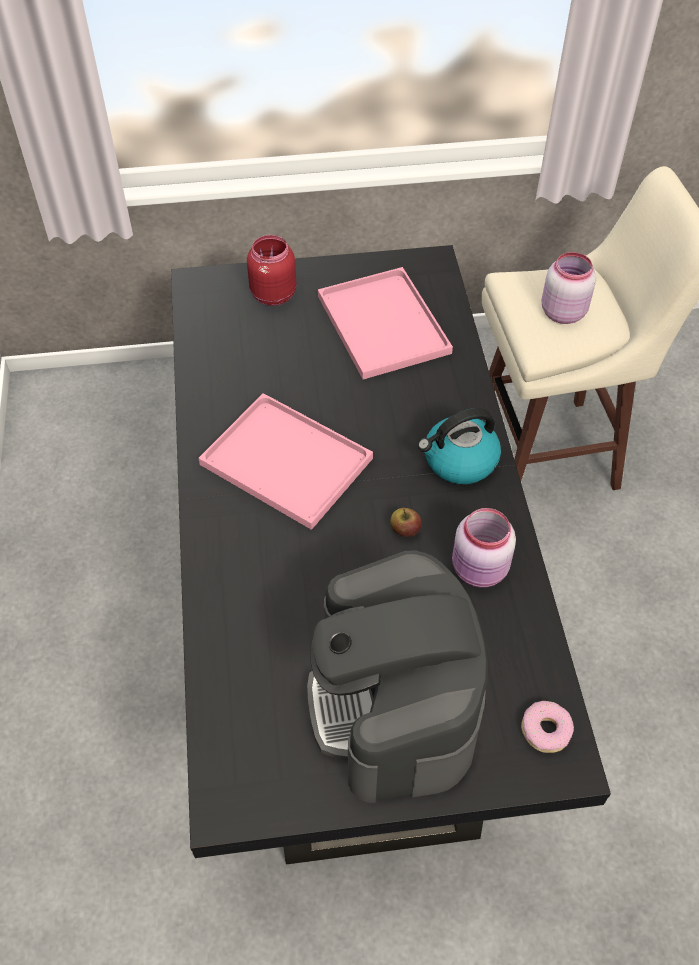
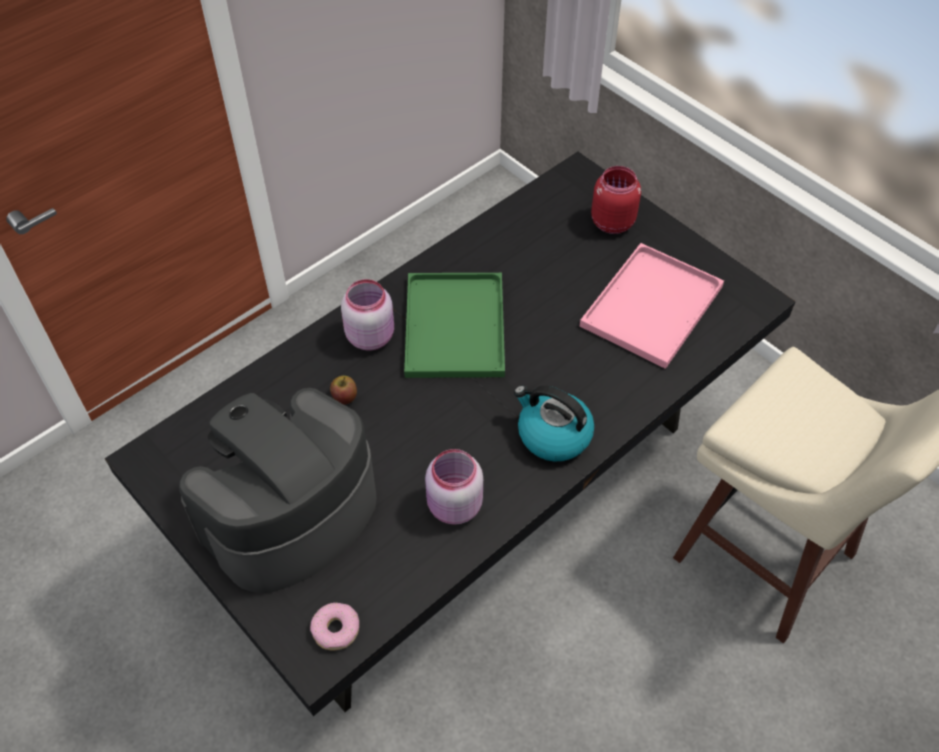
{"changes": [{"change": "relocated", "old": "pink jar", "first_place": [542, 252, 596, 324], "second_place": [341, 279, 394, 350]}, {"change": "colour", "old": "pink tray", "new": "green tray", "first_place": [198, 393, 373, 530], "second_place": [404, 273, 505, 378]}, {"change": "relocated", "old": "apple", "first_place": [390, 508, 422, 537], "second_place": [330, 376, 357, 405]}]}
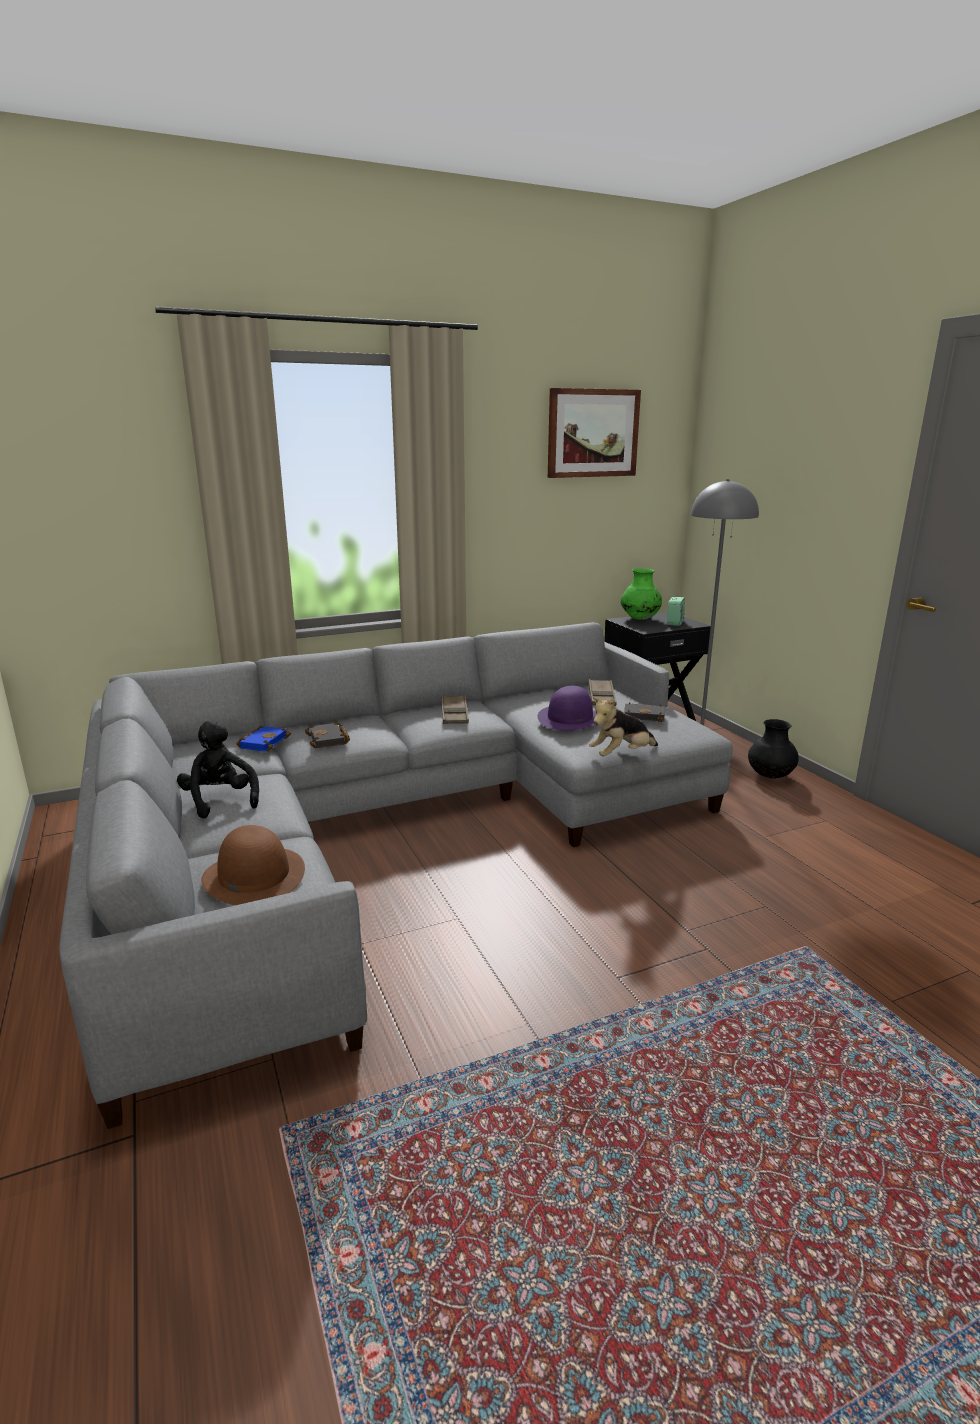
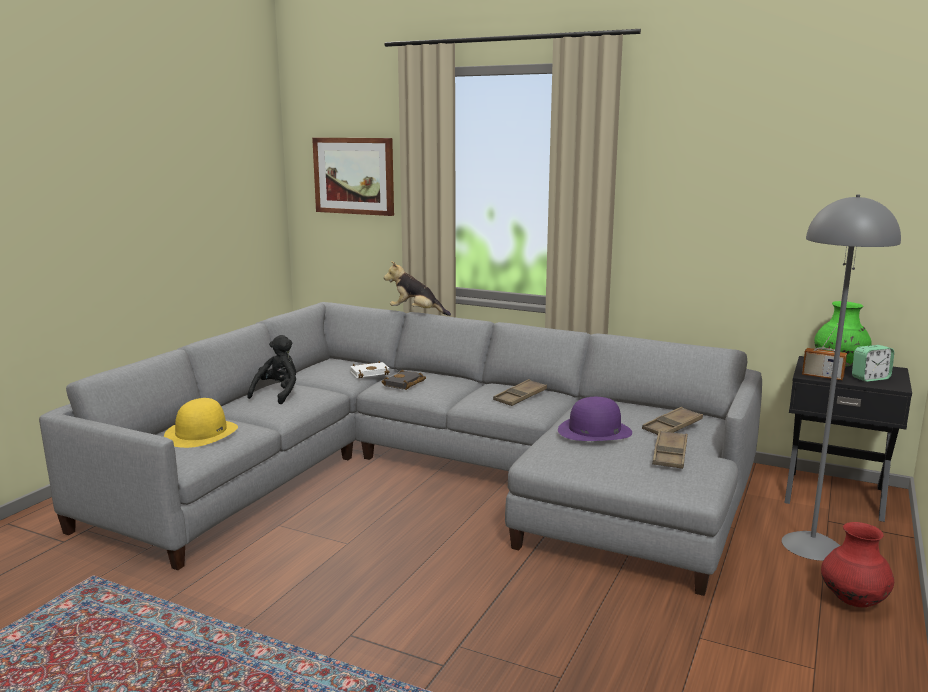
{"changes": [{"change": "relocated", "old": "picture", "first_place": [548, 388, 641, 478], "second_place": [312, 138, 394, 216]}, {"change": "relocated", "old": "plush toy", "first_place": [589, 697, 658, 756], "second_place": [384, 261, 451, 316]}, {"change": "exchanged", "old": "black book", "new": "brown tray", "first_place": [624, 702, 665, 722], "second_place": [652, 430, 688, 469]}, {"change": "colour", "old": "black vase", "new": "red vase", "first_place": [748, 719, 799, 779], "second_place": [821, 522, 894, 608]}, {"change": "colour", "old": "blue book", "new": "white book", "first_place": [236, 725, 291, 752], "second_place": [350, 361, 390, 378]}, {"change": "colour", "old": "brown hat", "new": "yellow hat", "first_place": [201, 825, 305, 905], "second_place": [164, 398, 238, 448]}, {"change": "appeared", "new": "radio", "second_place": [802, 323, 847, 380]}]}
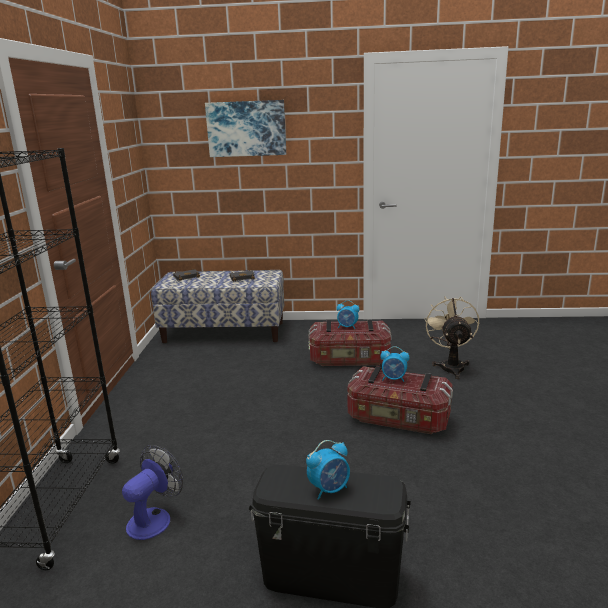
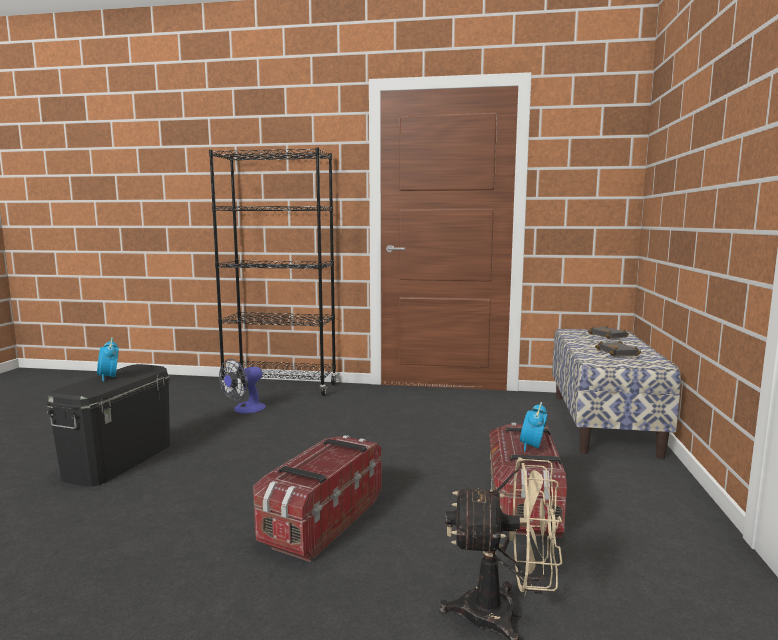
{"changes": [{"change": "missing", "old": "picture", "first_place": [205, 100, 286, 157]}, {"change": "missing", "old": "alarm clock", "first_place": [380, 346, 410, 382]}, {"change": "spun", "old": "fan", "first_place": [122, 445, 183, 540], "second_place": [219, 359, 266, 414], "degrees": 90}]}
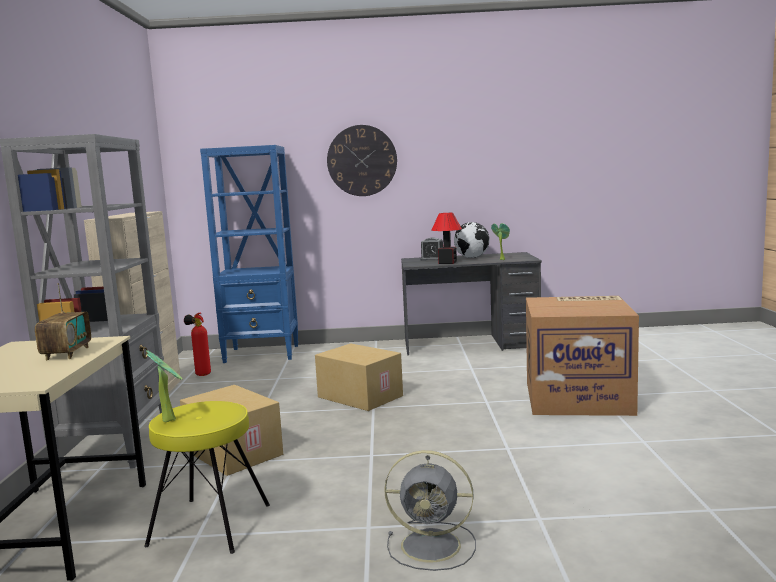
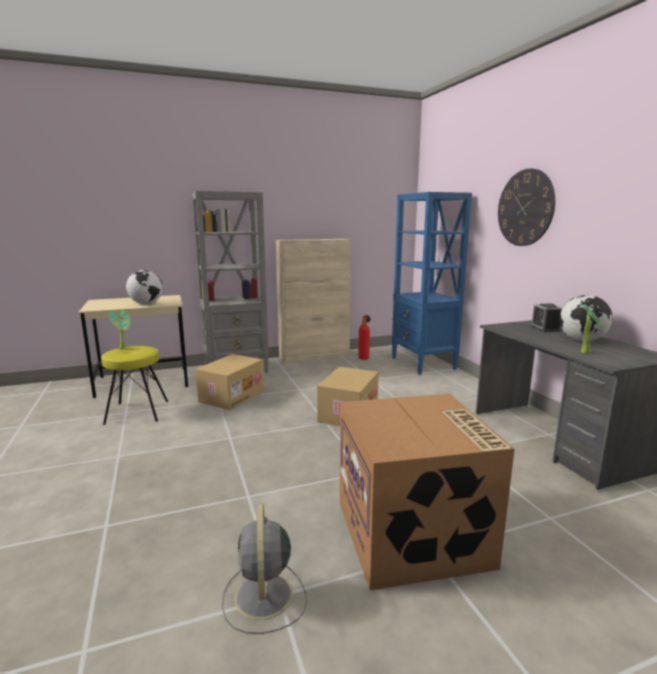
{"changes": [{"change": "missing", "old": "table lamp", "first_place": [431, 213, 462, 264]}, {"change": "exchanged", "old": "radio", "new": "globe", "first_place": [35, 283, 91, 361], "second_place": [126, 270, 163, 304]}, {"change": "relocated", "old": "grey fan", "first_place": [384, 450, 476, 571], "second_place": [222, 504, 307, 634]}]}
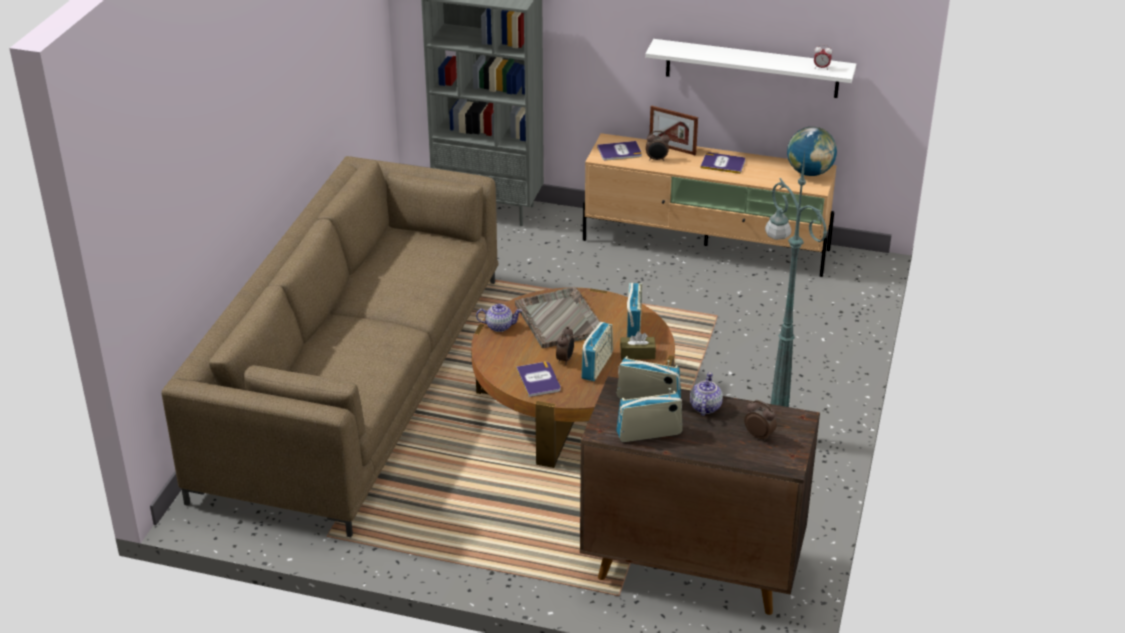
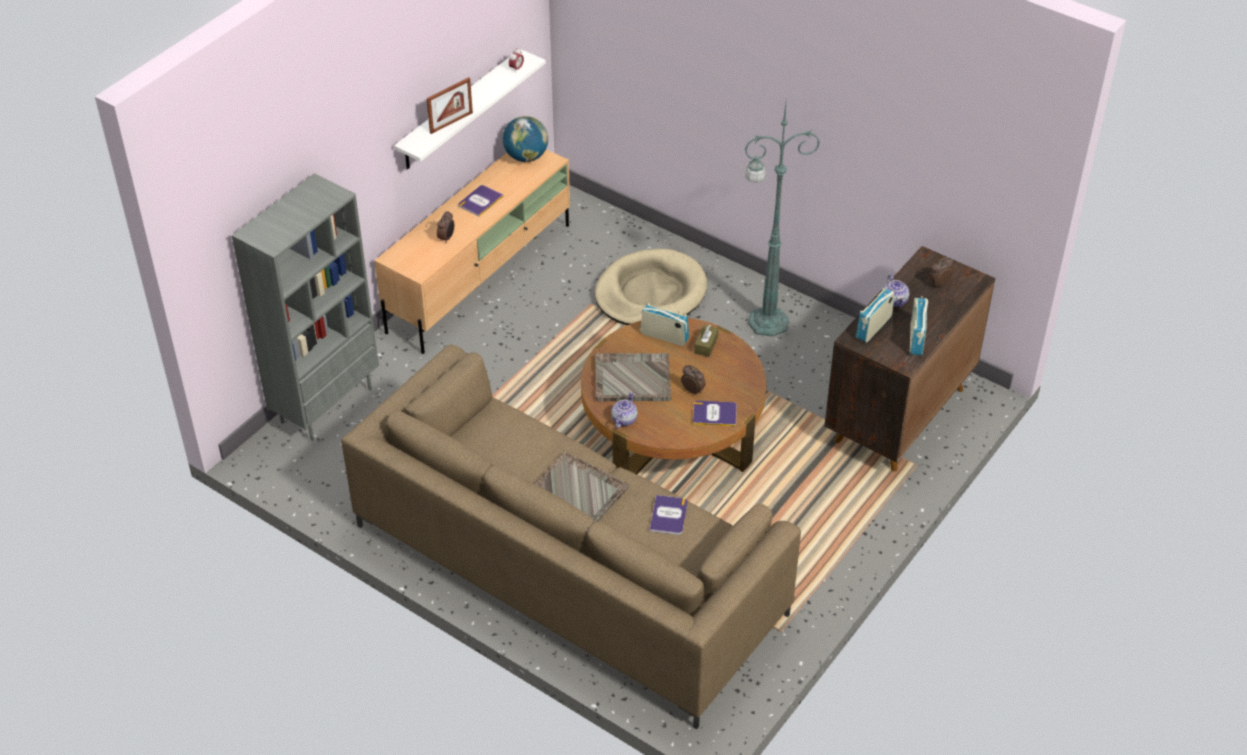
{"changes": [{"change": "relocated", "old": "picture frame", "first_place": [650, 106, 698, 155], "second_place": [427, 77, 473, 134]}, {"change": "relocated", "old": "book", "first_place": [597, 141, 642, 161], "second_place": [650, 495, 688, 535]}, {"change": "missing", "old": "radio", "first_place": [581, 322, 613, 381]}, {"change": "spun", "old": "teapot", "first_place": [690, 372, 723, 416], "second_place": [884, 275, 909, 308], "degrees": -135}, {"change": "appeared", "new": "beige dog bed", "second_place": [595, 249, 707, 325]}, {"change": "appeared", "new": "grey tray", "second_place": [535, 452, 629, 522]}]}
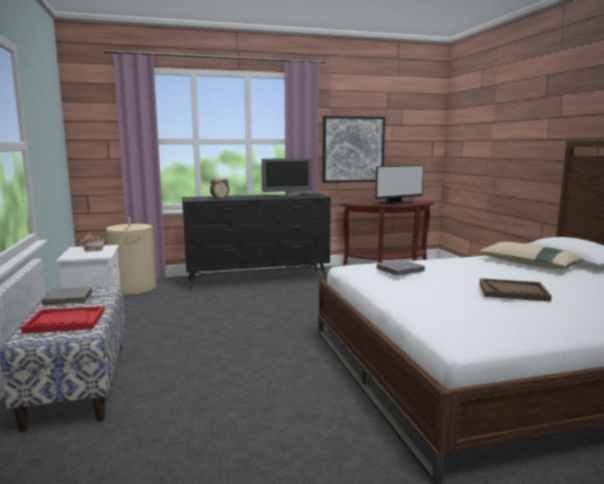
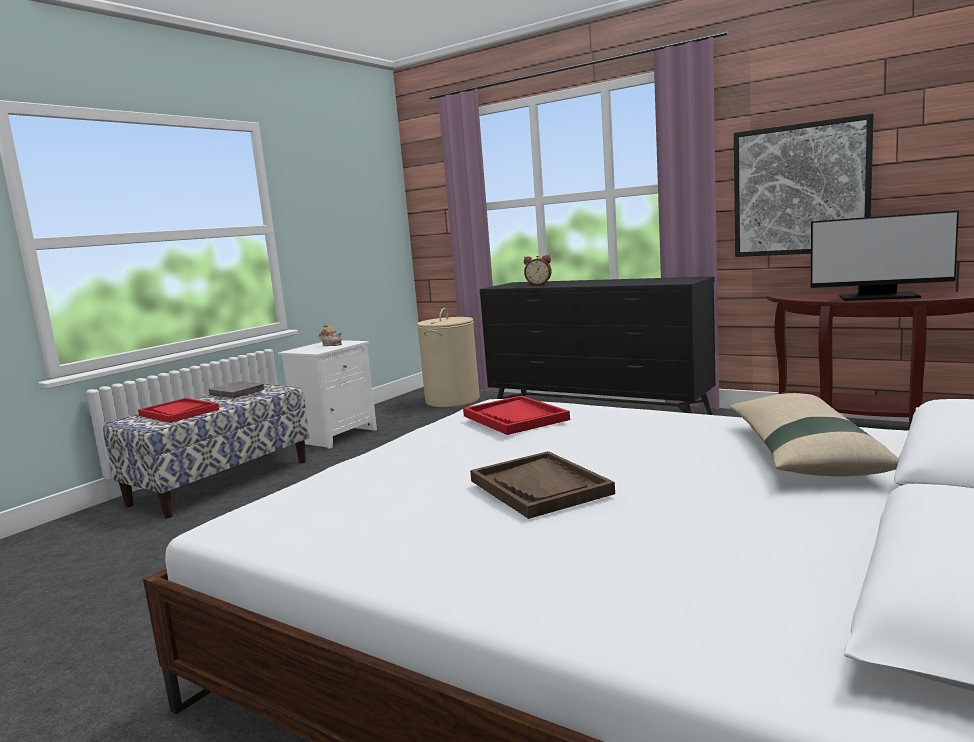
{"changes": [{"change": "missing", "old": "monitor", "first_place": [262, 158, 312, 197]}, {"change": "exchanged", "old": "grey book", "new": "red tray", "first_place": [377, 260, 425, 276], "second_place": [463, 396, 570, 435]}]}
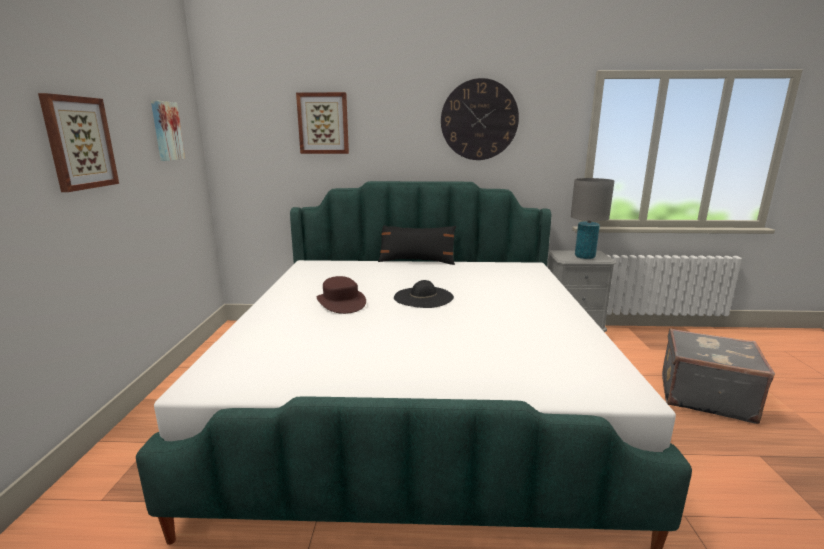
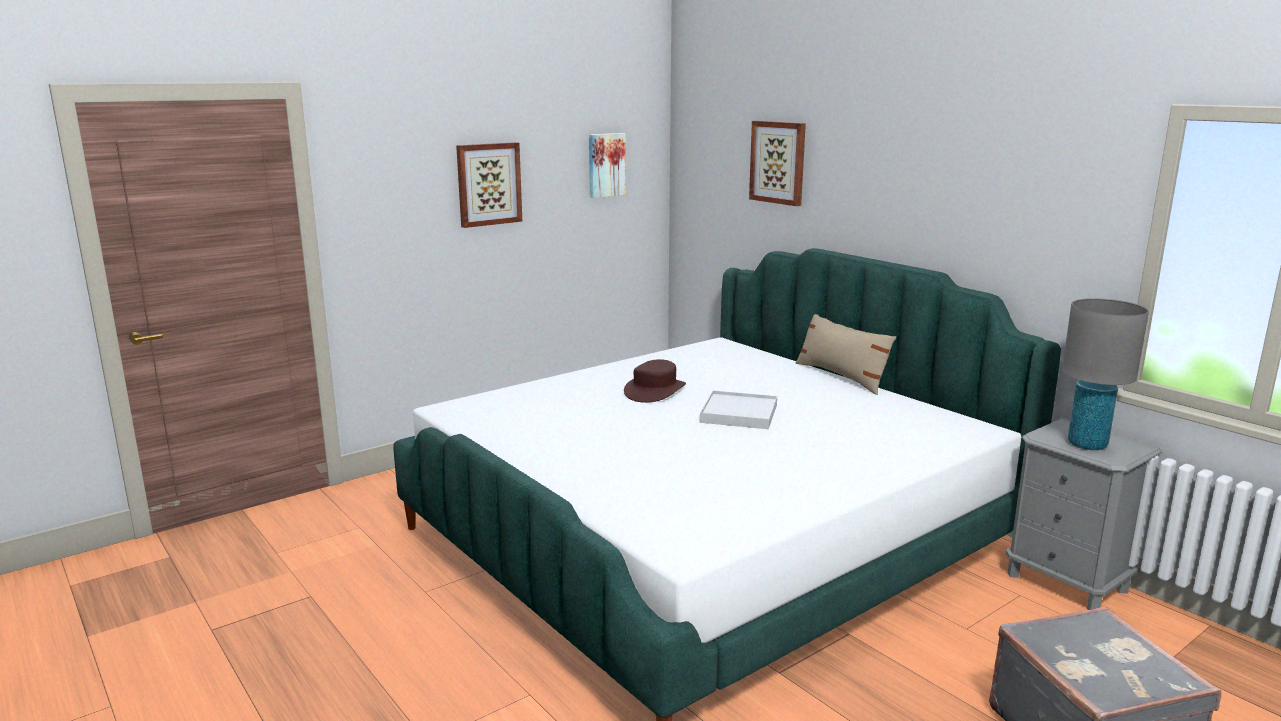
{"changes": [{"change": "missing", "old": "wall clock", "first_place": [441, 78, 519, 160]}, {"change": "colour", "old": "black pillow", "new": "beige pillow", "first_place": [378, 225, 456, 265], "second_place": [796, 314, 896, 395]}, {"change": "exchanged", "old": "black hat", "new": "white tray", "first_place": [394, 280, 454, 308], "second_place": [700, 391, 777, 429]}]}
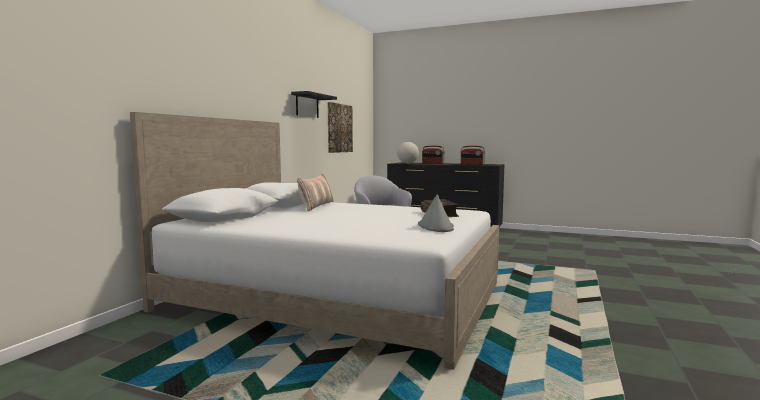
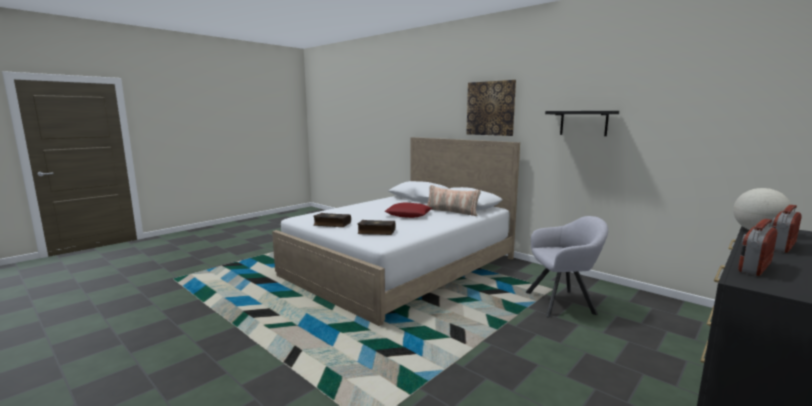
{"changes": [{"change": "relocated", "old": "picture", "first_place": [328, 102, 353, 153], "second_place": [466, 80, 516, 136]}, {"change": "exchanged", "old": "grey hat", "new": "book", "first_place": [418, 195, 454, 232], "second_place": [313, 213, 351, 227]}, {"change": "appeared", "new": "red pillow", "second_place": [385, 202, 432, 218]}]}
